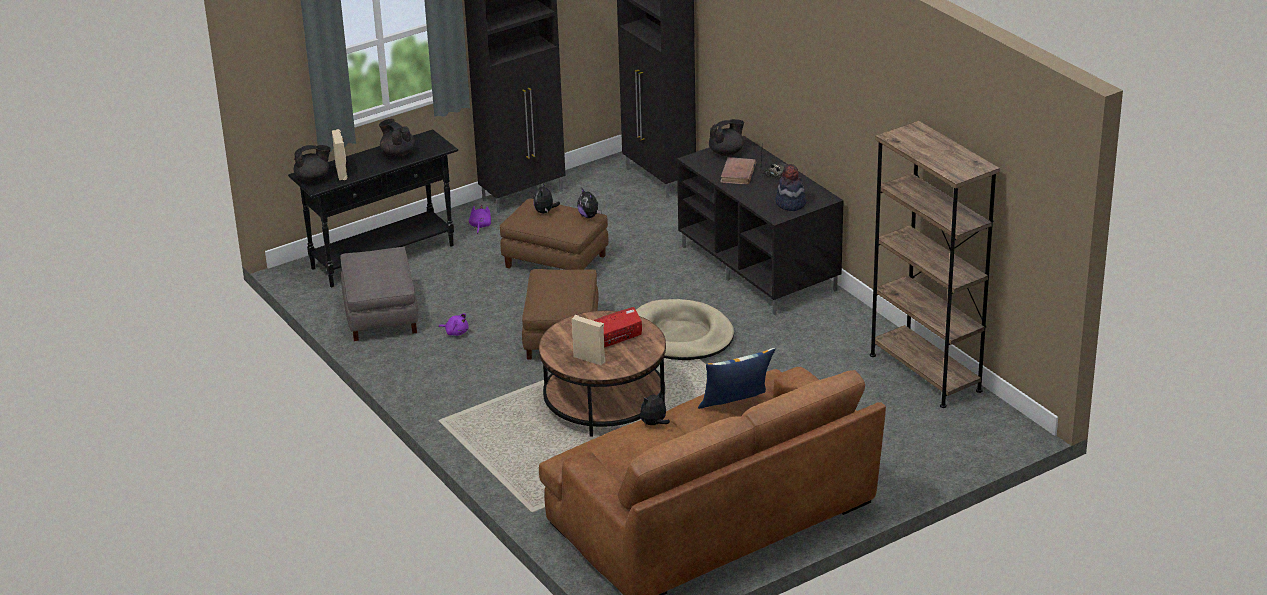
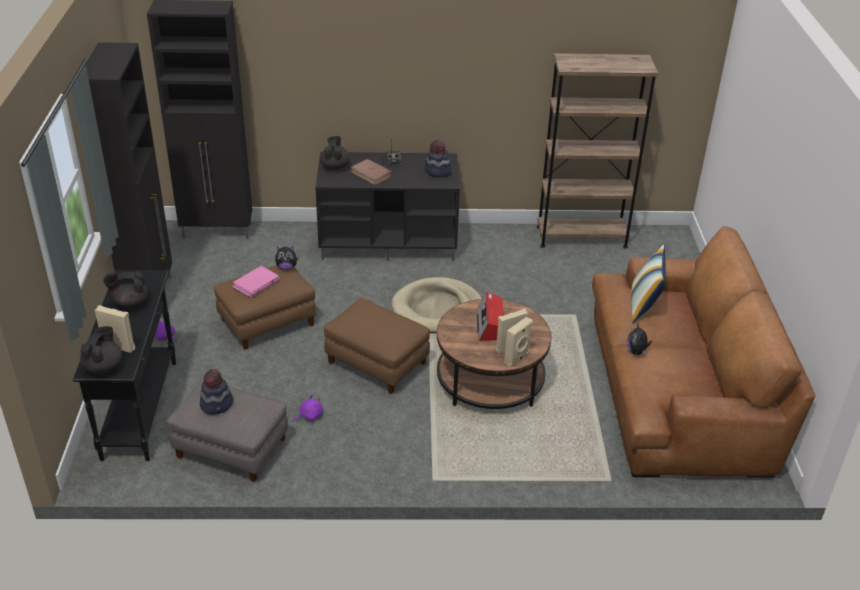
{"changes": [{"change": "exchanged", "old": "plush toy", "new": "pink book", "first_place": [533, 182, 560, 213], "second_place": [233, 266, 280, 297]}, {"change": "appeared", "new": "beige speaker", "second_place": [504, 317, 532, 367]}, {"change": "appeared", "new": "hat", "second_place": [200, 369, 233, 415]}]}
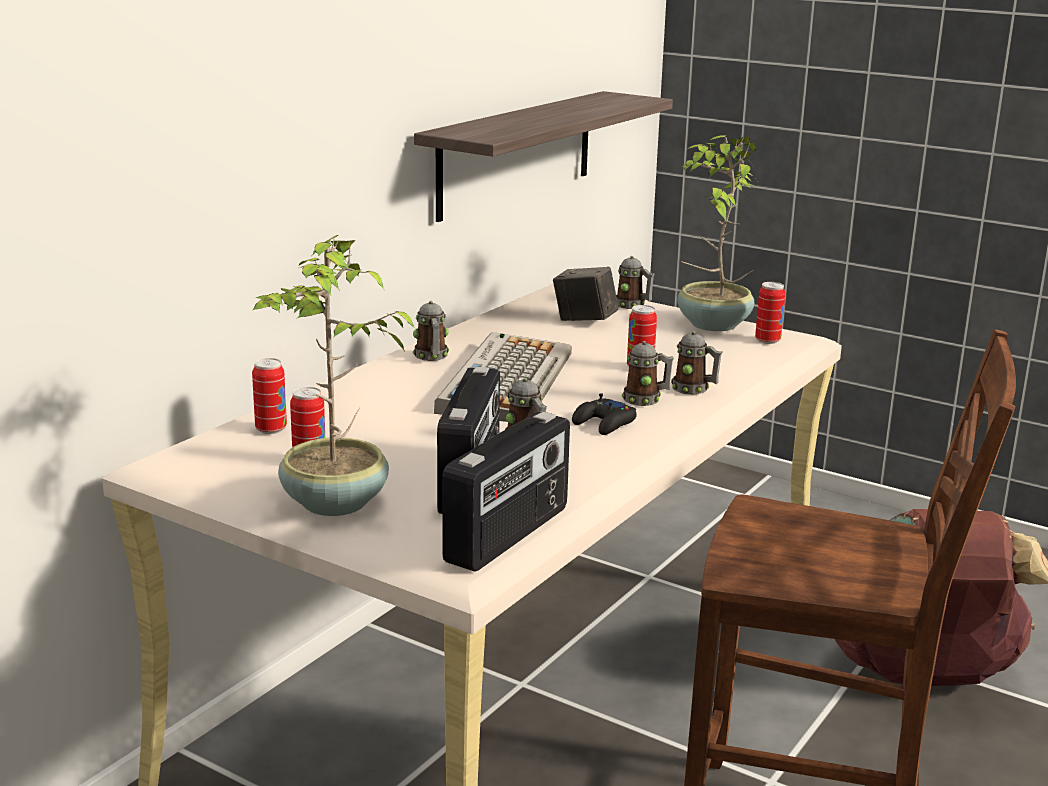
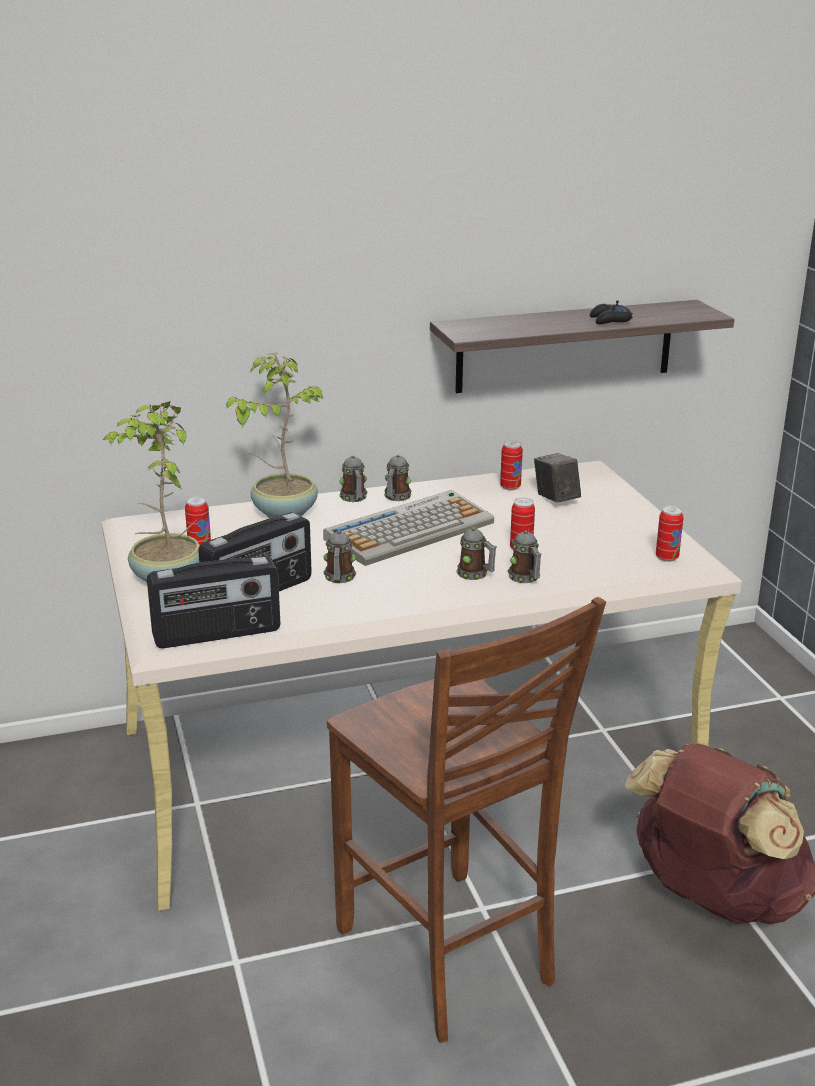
{"changes": [{"change": "relocated", "old": "potted plant", "first_place": [677, 135, 757, 331], "second_place": [226, 352, 324, 518]}, {"change": "relocated", "old": "mug", "first_place": [616, 256, 655, 309], "second_place": [339, 455, 367, 502]}, {"change": "relocated", "old": "can", "first_place": [252, 358, 287, 434], "second_place": [500, 440, 523, 490]}, {"change": "relocated", "old": "black game controller", "first_place": [572, 393, 637, 435], "second_place": [590, 300, 633, 324]}]}
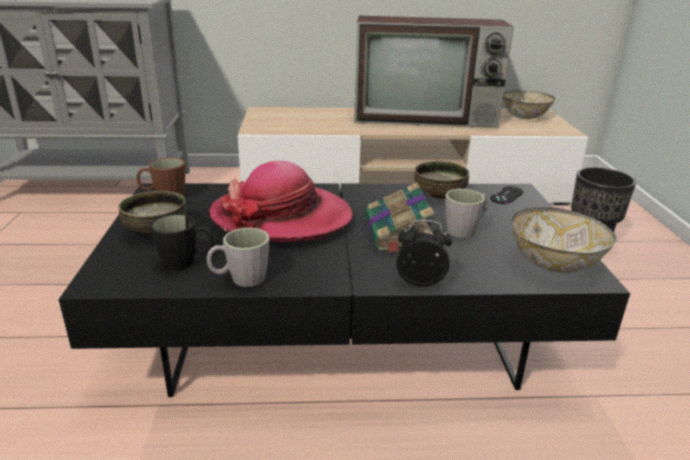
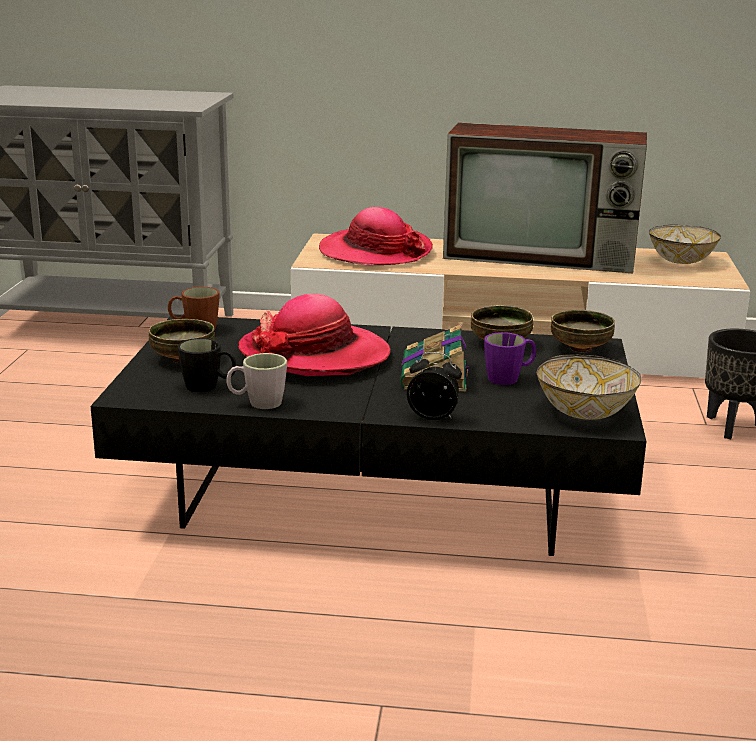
{"changes": [{"change": "exchanged", "old": "black game controller", "new": "bowl", "first_place": [490, 186, 523, 204], "second_place": [551, 310, 615, 353]}, {"change": "colour", "old": "grey mug", "new": "purple mug", "first_place": [445, 189, 488, 238], "second_place": [484, 332, 536, 385]}, {"change": "appeared", "new": "hat", "second_place": [319, 207, 433, 265]}]}
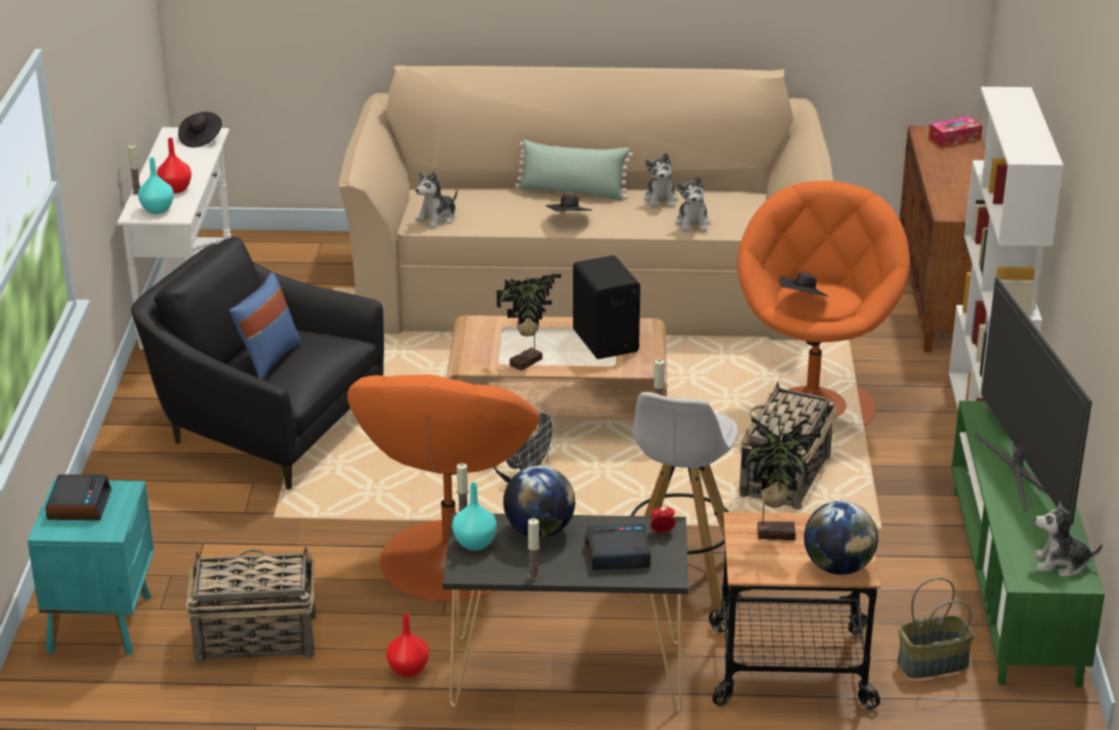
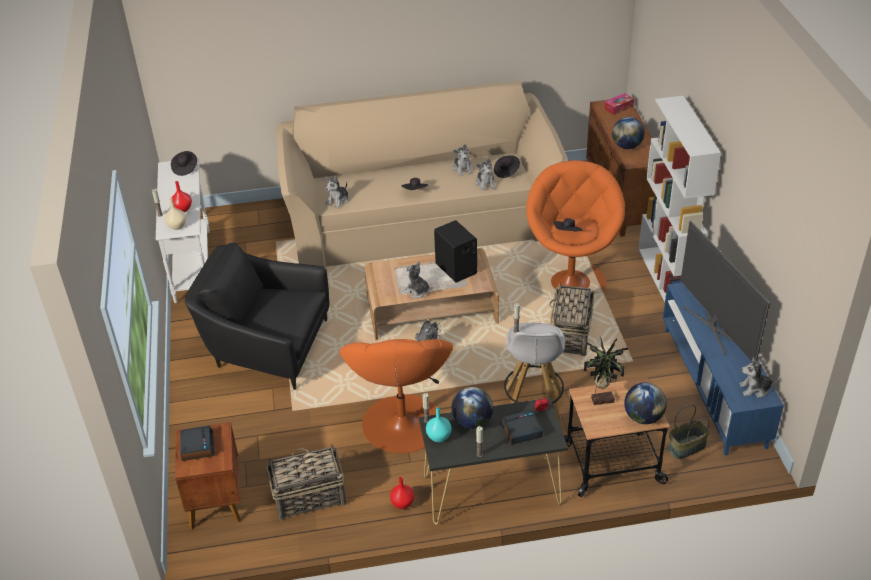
{"changes": [{"change": "missing", "old": "green pillow", "first_place": [515, 139, 633, 201]}, {"change": "colour", "old": "turquoise vase", "new": "beige vase", "first_place": [138, 157, 174, 214], "second_place": [165, 198, 186, 230]}, {"change": "missing", "old": "blue pillow", "first_place": [229, 272, 301, 380]}, {"change": "exchanged", "old": "potted plant", "new": "plush toy", "first_place": [496, 274, 561, 371], "second_place": [403, 261, 433, 298]}, {"change": "colour", "old": "green tv stand", "new": "blue tv stand", "first_place": [951, 401, 1105, 687], "second_place": [663, 283, 784, 455]}, {"change": "colour", "old": "turquoise nightstand", "new": "brown nightstand", "first_place": [27, 479, 154, 655], "second_place": [175, 422, 241, 530]}, {"change": "appeared", "new": "globe", "second_place": [612, 117, 645, 149]}, {"change": "appeared", "new": "black hat", "second_place": [494, 155, 520, 178]}]}
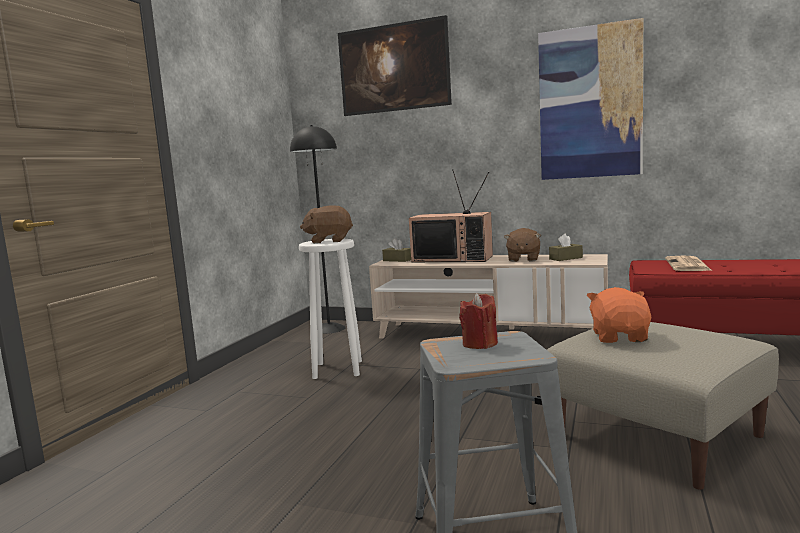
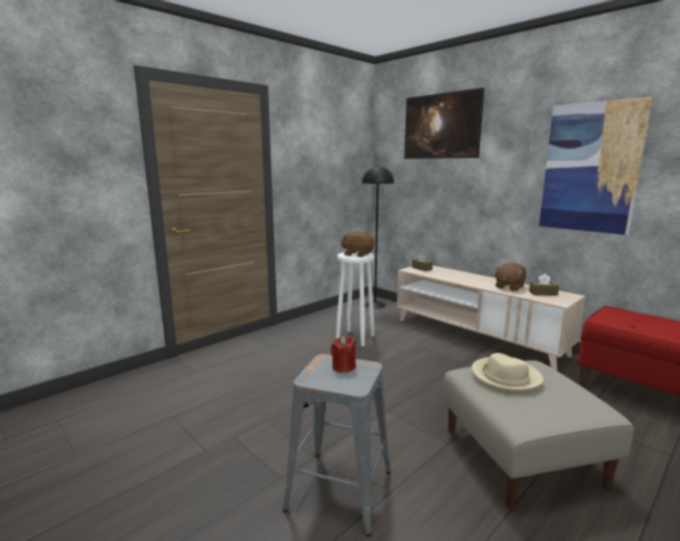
{"changes": [{"change": "missing", "old": "television", "first_place": [409, 169, 493, 262]}, {"change": "missing", "old": "newspaper", "first_place": [665, 256, 711, 271]}, {"change": "exchanged", "old": "orange plush toy", "new": "beige hat", "first_place": [586, 287, 651, 343], "second_place": [471, 353, 543, 393]}]}
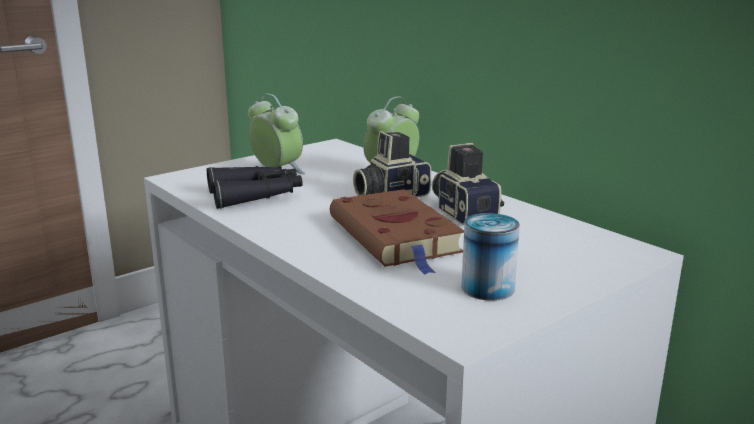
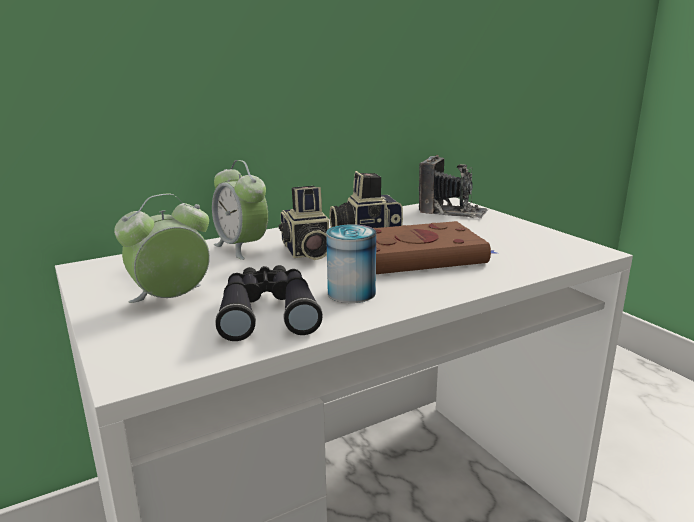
{"changes": [{"change": "relocated", "old": "can", "first_place": [461, 213, 520, 301], "second_place": [326, 224, 376, 303]}, {"change": "appeared", "new": "photo camera", "second_place": [419, 155, 488, 219]}]}
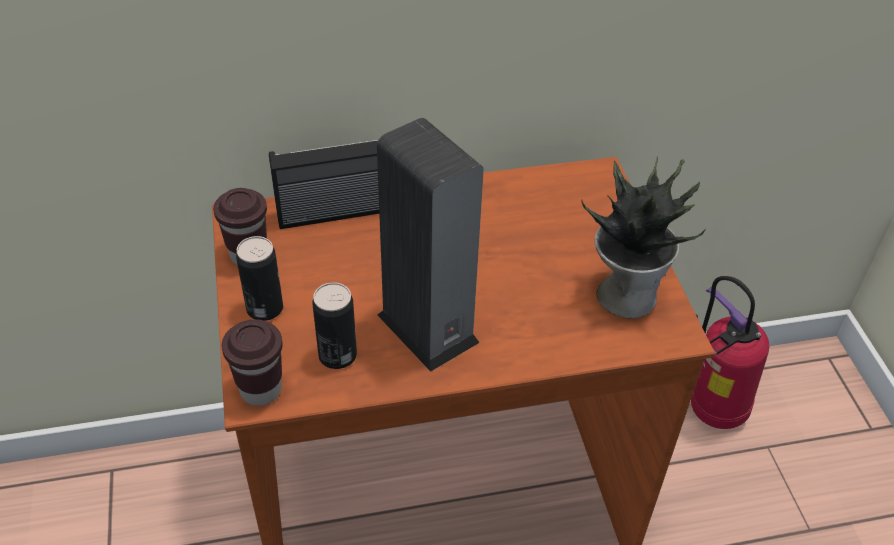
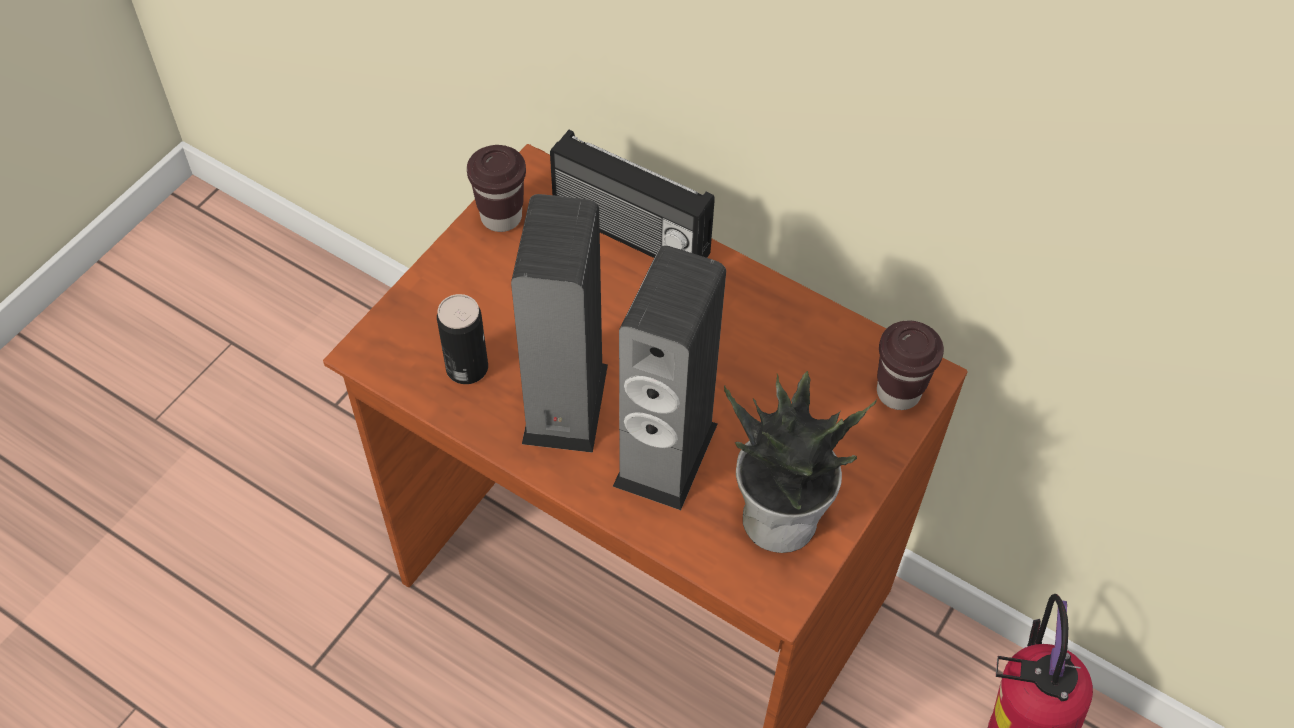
{"changes": [{"change": "missing", "old": "can", "first_place": [236, 236, 283, 321]}, {"change": "relocated", "old": "brown cup", "first_place": [222, 319, 283, 406], "second_place": [877, 321, 944, 410]}, {"change": "appeared", "new": "speaker", "second_place": [613, 245, 726, 510]}]}
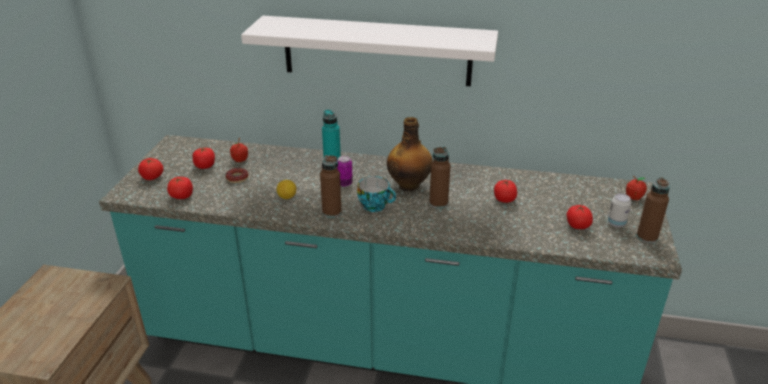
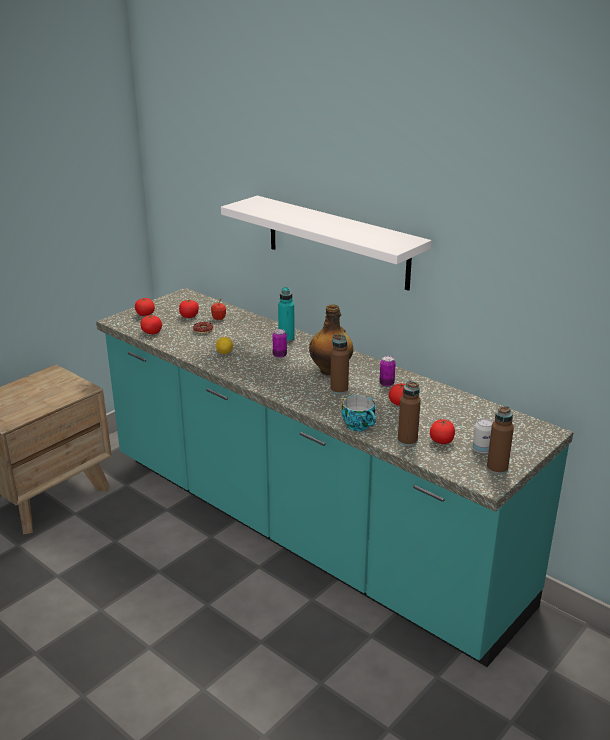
{"changes": [{"change": "relocated", "old": "brown bottle", "first_place": [320, 155, 342, 218], "second_place": [398, 380, 421, 446]}, {"change": "relocated", "old": "cup", "first_place": [357, 176, 396, 212], "second_place": [341, 395, 376, 431]}, {"change": "missing", "old": "apple", "first_place": [626, 176, 647, 200]}, {"change": "appeared", "new": "can", "second_place": [379, 356, 396, 387]}]}
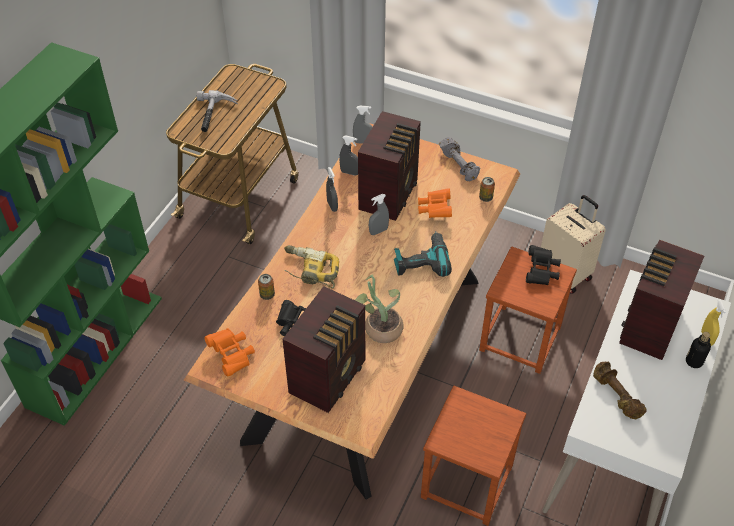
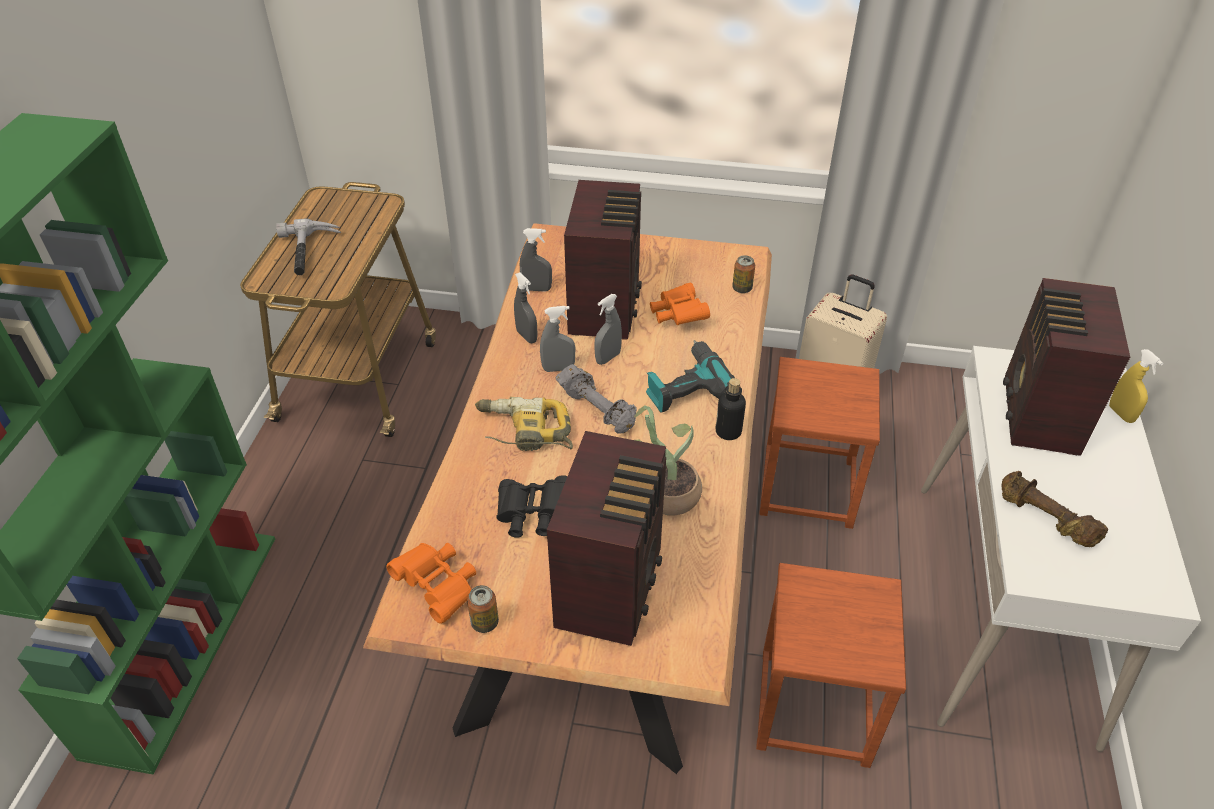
{"changes": [{"change": "relocated", "old": "grey spray bottle", "first_place": [353, 106, 372, 144], "second_place": [540, 306, 576, 372]}, {"change": "relocated", "old": "grey dumbbell", "first_place": [439, 137, 480, 181], "second_place": [556, 364, 637, 434]}, {"change": "missing", "old": "black binoculars", "first_place": [526, 245, 561, 285]}, {"change": "relocated", "old": "can", "first_place": [258, 274, 275, 300], "second_place": [467, 585, 499, 633]}, {"change": "relocated", "old": "bottle", "first_place": [686, 332, 711, 368], "second_place": [716, 378, 746, 440]}]}
